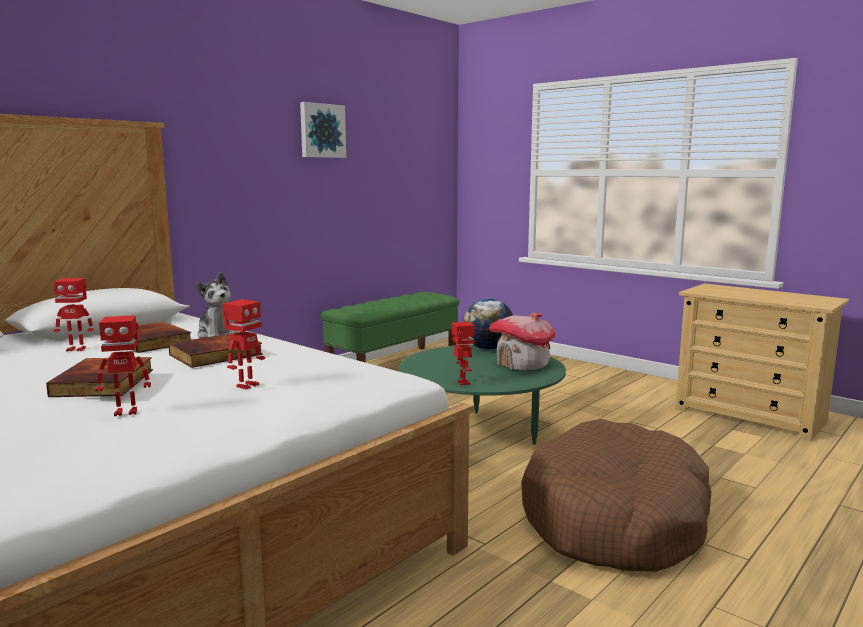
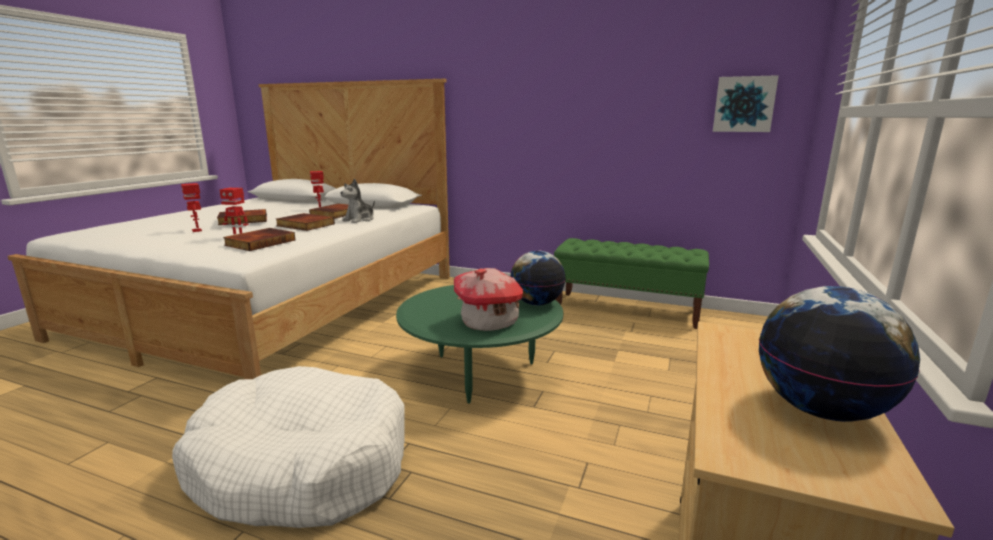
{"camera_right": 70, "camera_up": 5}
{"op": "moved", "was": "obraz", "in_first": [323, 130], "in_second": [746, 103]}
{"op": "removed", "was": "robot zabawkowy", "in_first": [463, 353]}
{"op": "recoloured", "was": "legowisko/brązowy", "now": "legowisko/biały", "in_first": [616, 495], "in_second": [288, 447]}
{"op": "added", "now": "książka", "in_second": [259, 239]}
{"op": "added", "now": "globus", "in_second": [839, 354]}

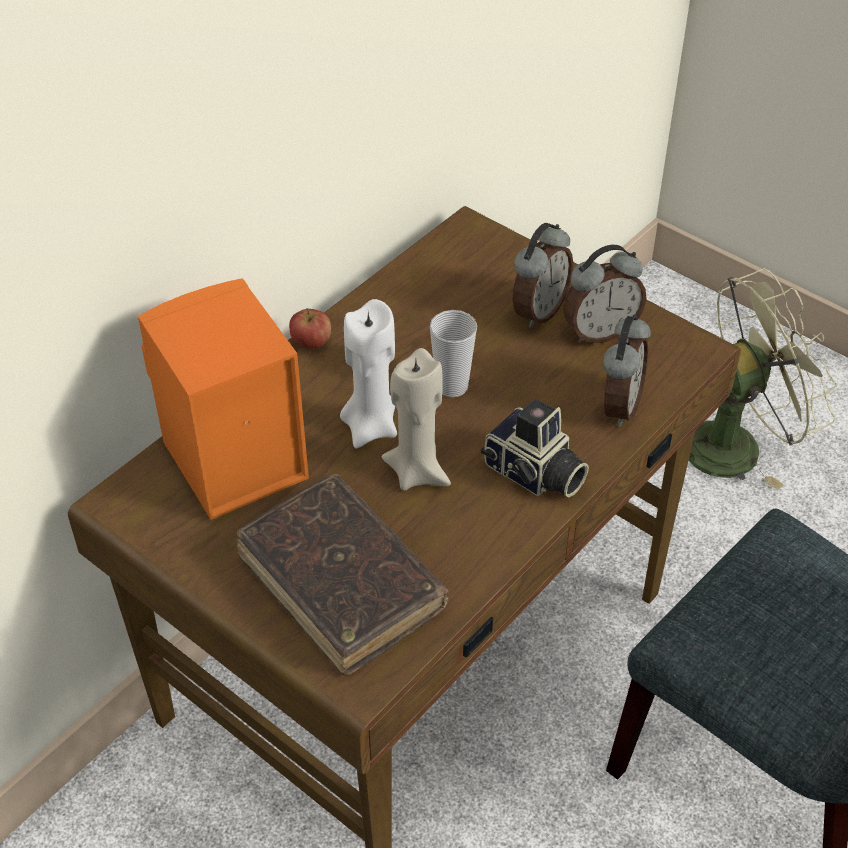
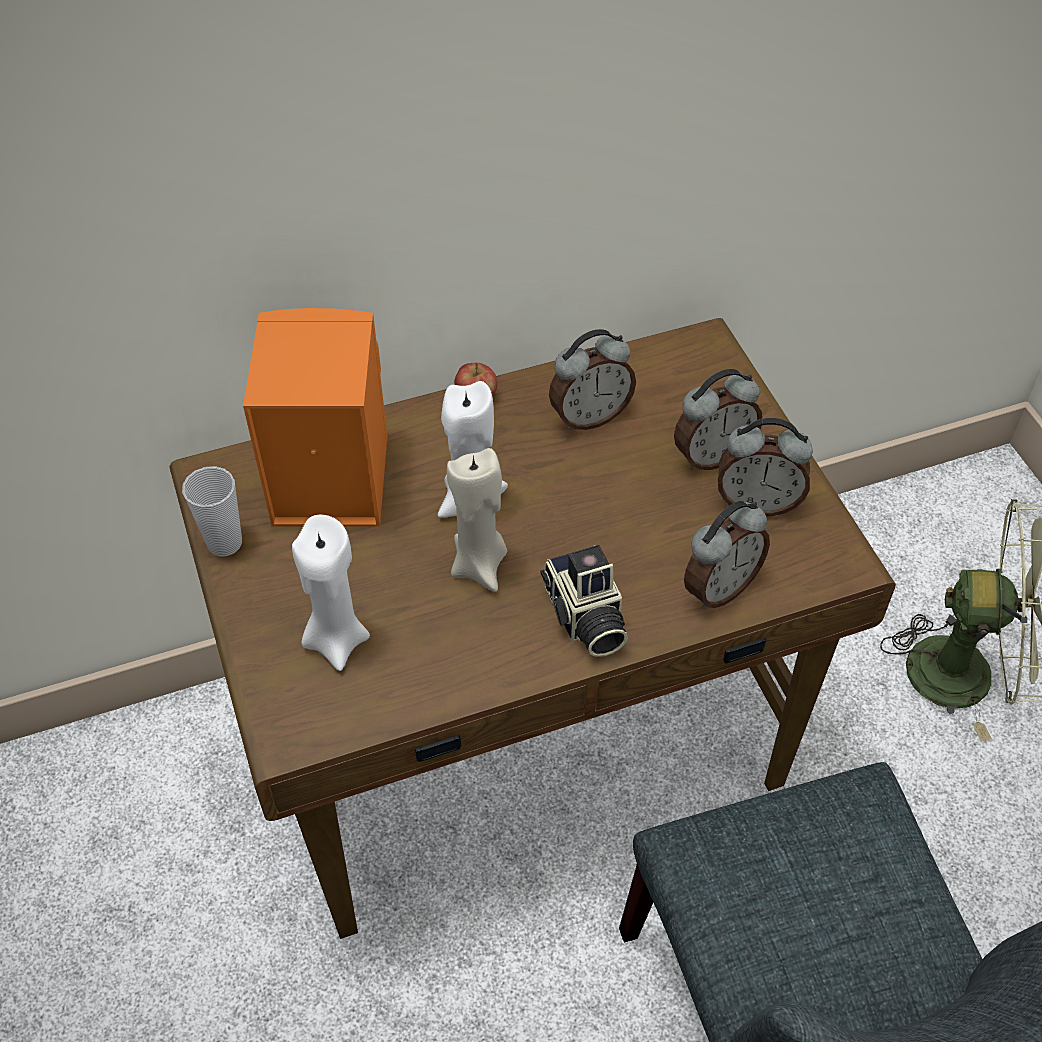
{"camera_right": 30, "camera_up": 5}
{"op": "replaced", "was": "książka/brązowy", "now": "świeca/biały", "in_first": [342, 575], "in_second": [331, 593]}
{"op": "moved", "was": "filiżanka", "in_first": [453, 353], "in_second": [212, 511]}
{"op": "added", "now": "budzik", "in_second": [592, 379]}

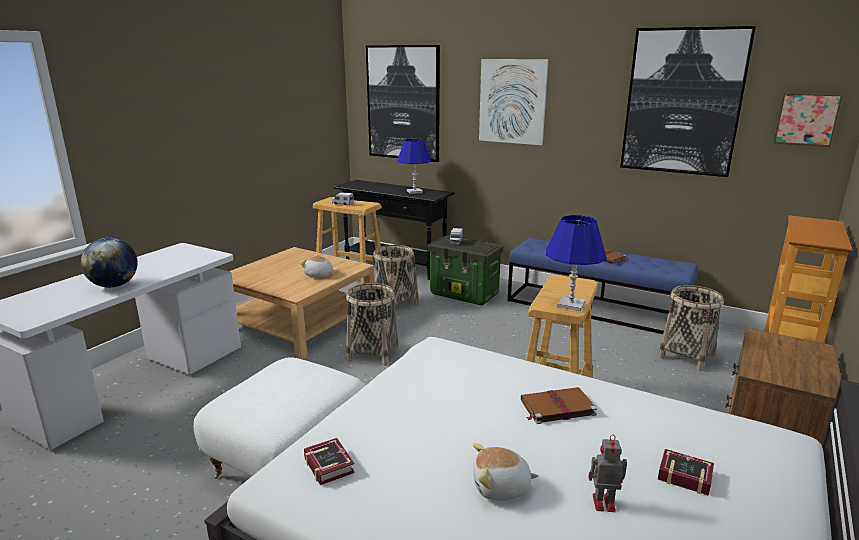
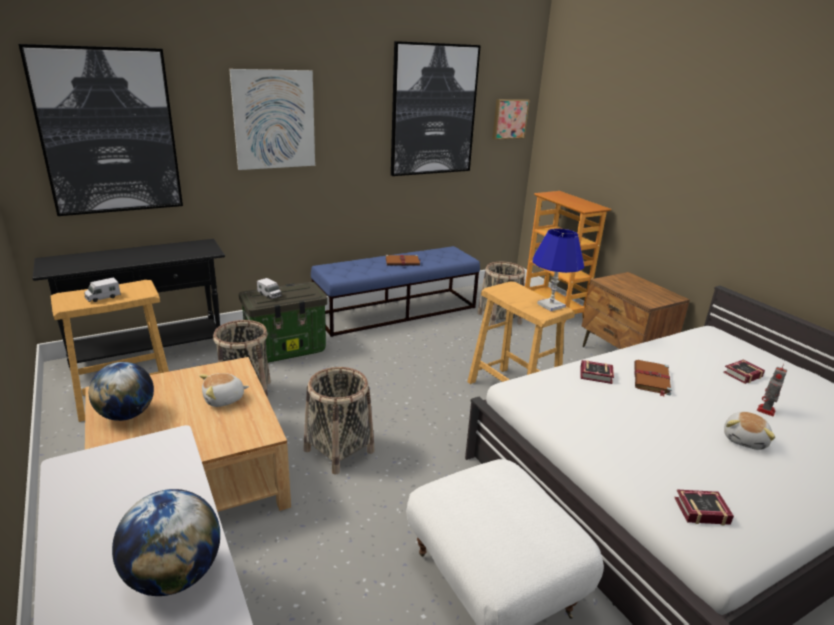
{"camera_right": -60, "camera_up": 5}
{"op": "removed", "was": "lampa stołowa/niebieski", "in_first": [414, 166]}
{"op": "added", "now": "globus", "in_second": [121, 391]}
{"op": "added", "now": "książka", "in_second": [597, 372]}

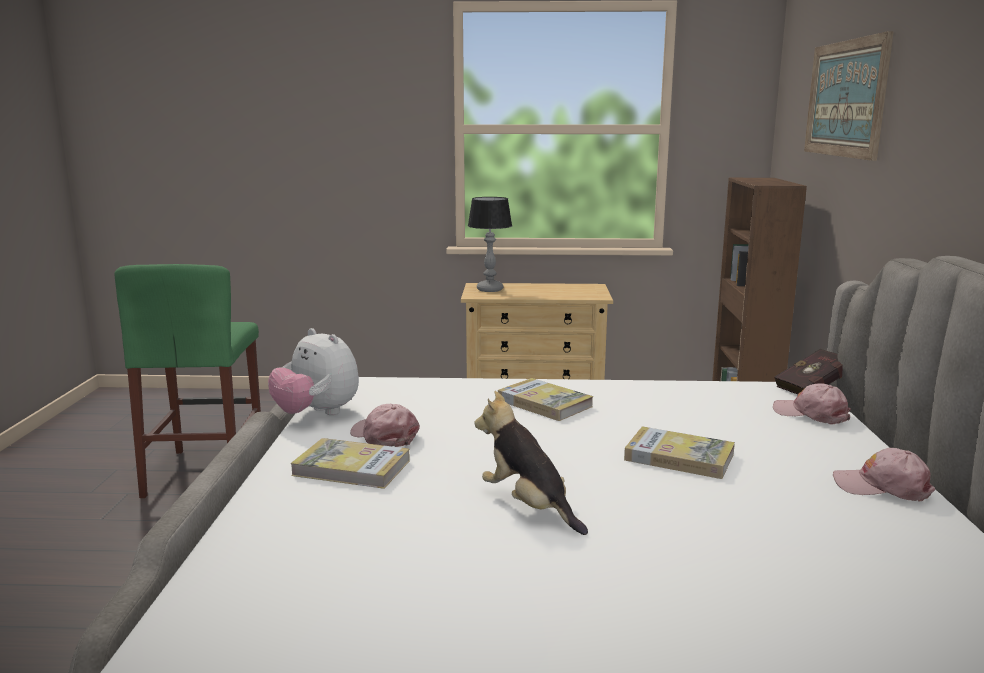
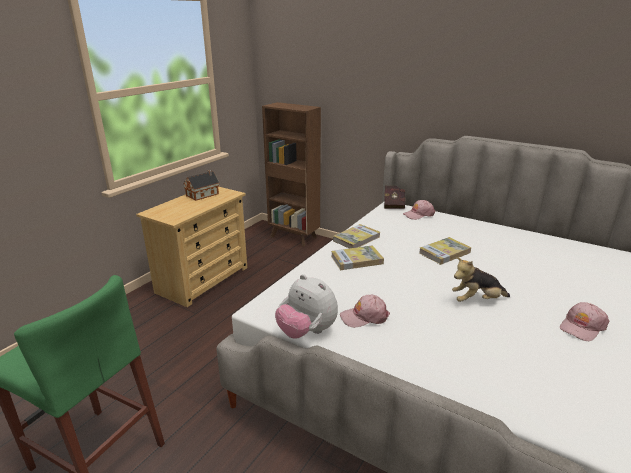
{"camera_right": -60, "camera_up": 10}
{"op": "turned", "was": "pluszak", "in_first": [313, 371], "in_second": [306, 306], "clockwise": 60}
{"op": "moved", "was": "książka", "in_first": [350, 463], "in_second": [356, 236]}
{"op": "removed", "was": "lampa stołowa", "in_first": [490, 244]}
{"op": "removed", "was": "obraz", "in_first": [849, 96]}
{"op": "moved", "was": "czapka z daszkiem/różowy", "in_first": [884, 475], "in_second": [584, 321]}
{"op": "added", "now": "domek", "in_second": [201, 185]}

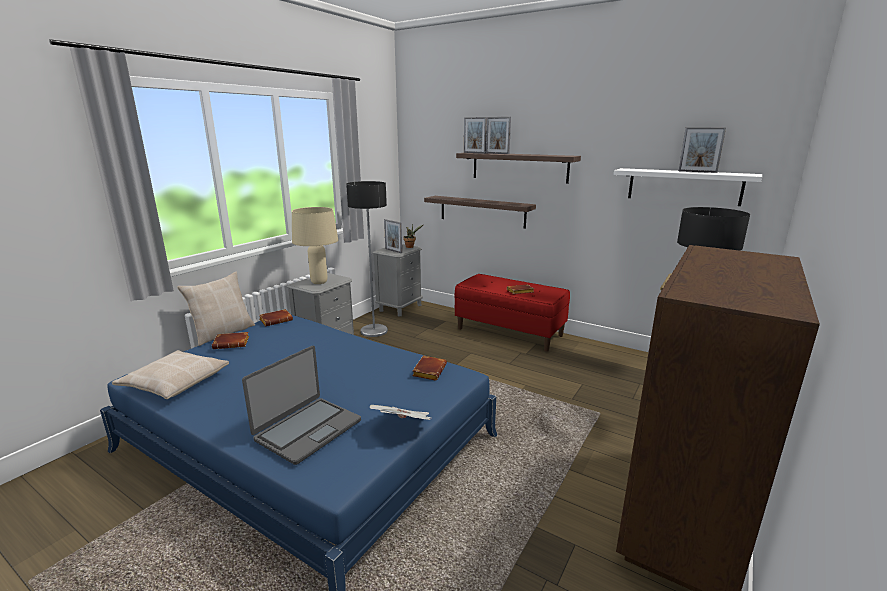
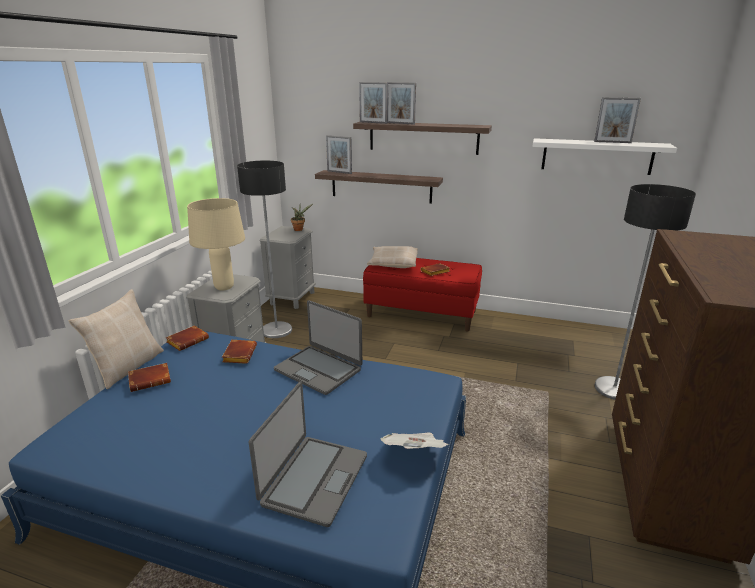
{"camera_right": -15, "camera_up": 5}
{"op": "moved", "was": "poduszka/beżowy", "in_first": [170, 374], "in_second": [392, 257]}
{"op": "moved", "was": "ramka na zdjęcie", "in_first": [393, 236], "in_second": [339, 154]}
{"op": "moved", "was": "książka/brązowy", "in_first": [429, 368], "in_second": [239, 352]}
{"op": "added", "now": "laptop", "in_second": [318, 347]}

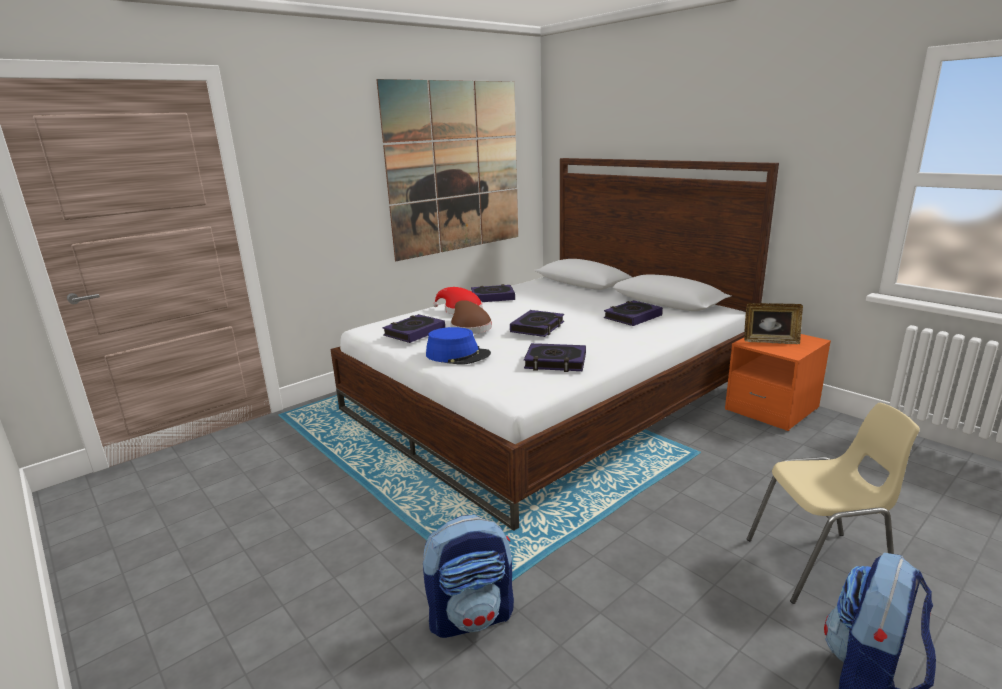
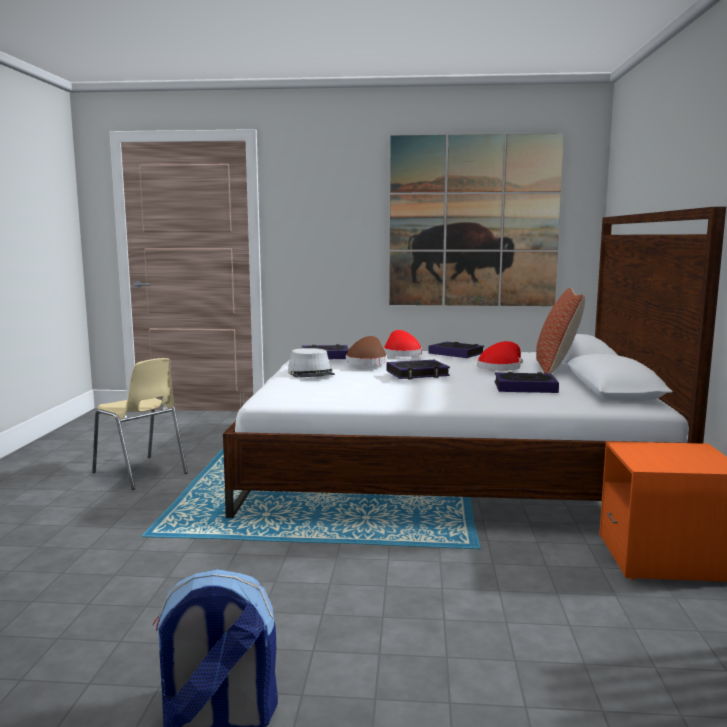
{"camera_right": 45, "camera_up": -10}
{"op": "removed", "was": "plecak", "in_first": [468, 576]}
{"op": "recoloured", "was": "kapelusz/niebieski", "now": "kapelusz/szary", "in_first": [458, 346], "in_second": [311, 363]}
{"op": "removed", "was": "książka", "in_first": [555, 357]}
{"op": "removed", "was": "ramka na zdjęcie", "in_first": [773, 323]}
{"op": "moved", "was": "krzesło/beżowy", "in_first": [833, 503], "in_second": [140, 424]}
{"op": "added", "now": "kapelusz/czerwony", "in_second": [500, 356]}
{"op": "added", "now": "poduszka", "in_second": [560, 331]}

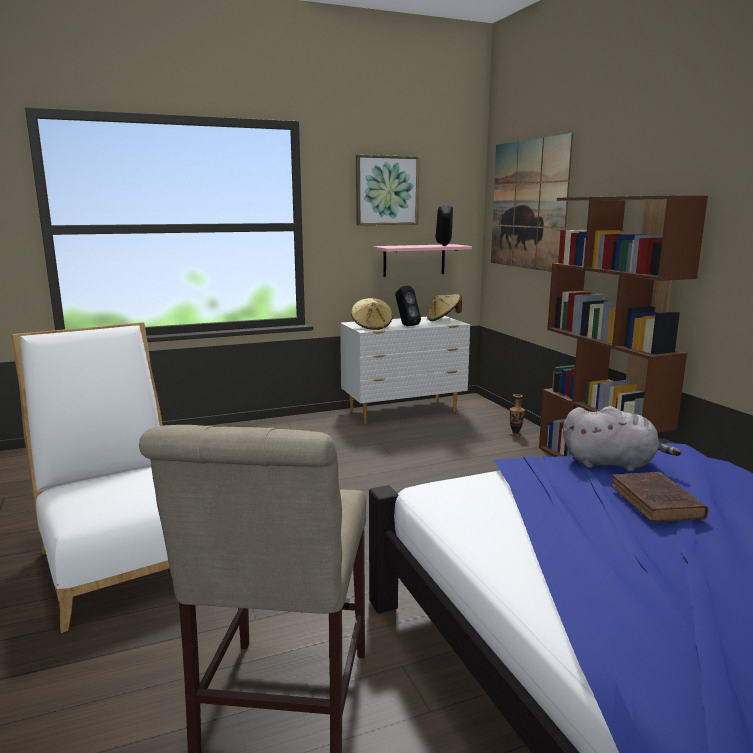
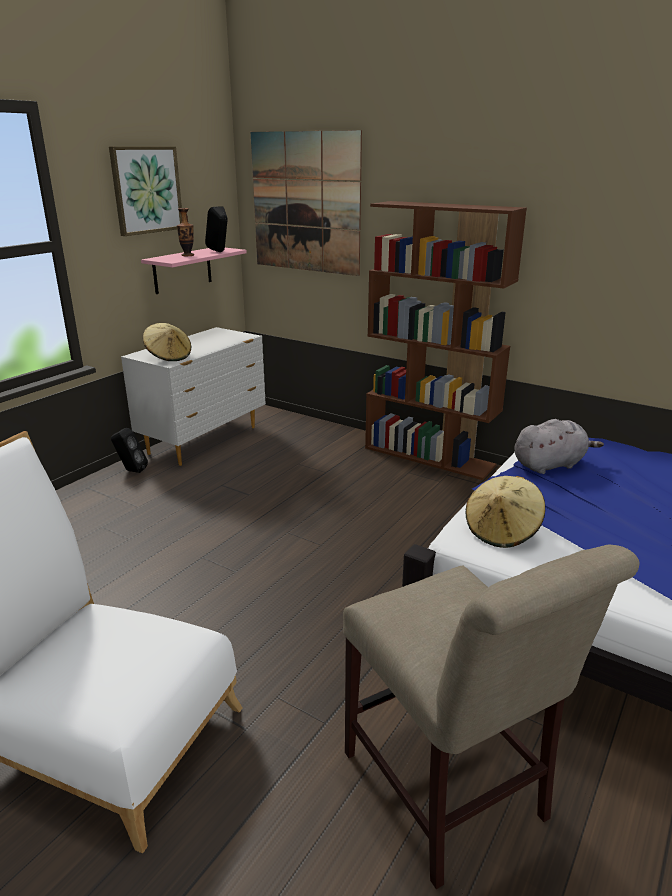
{"camera_right": -35, "camera_up": 10}
{"op": "moved", "was": "głośnik/czarny", "in_first": [408, 306], "in_second": [129, 450]}
{"op": "moved", "was": "kapelusz/beżowy", "in_first": [444, 307], "in_second": [505, 512]}
{"op": "moved", "was": "wazon", "in_first": [517, 415], "in_second": [185, 232]}
{"op": "removed", "was": "książka/brązowy", "in_first": [659, 497]}

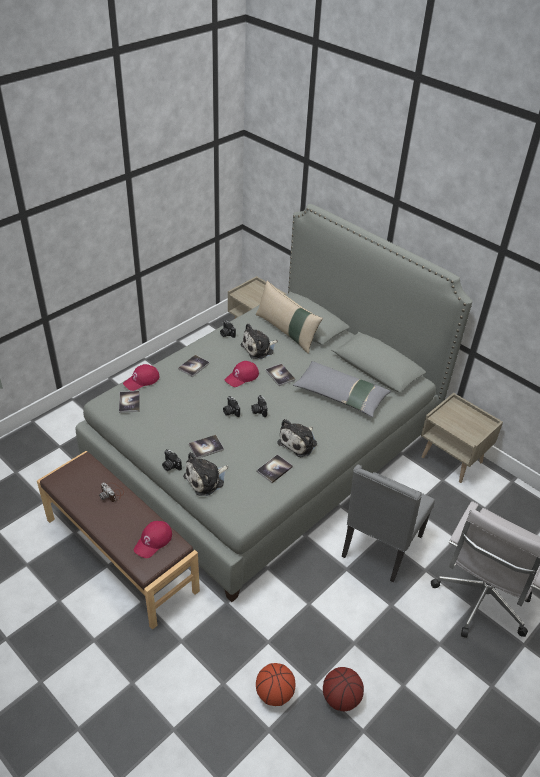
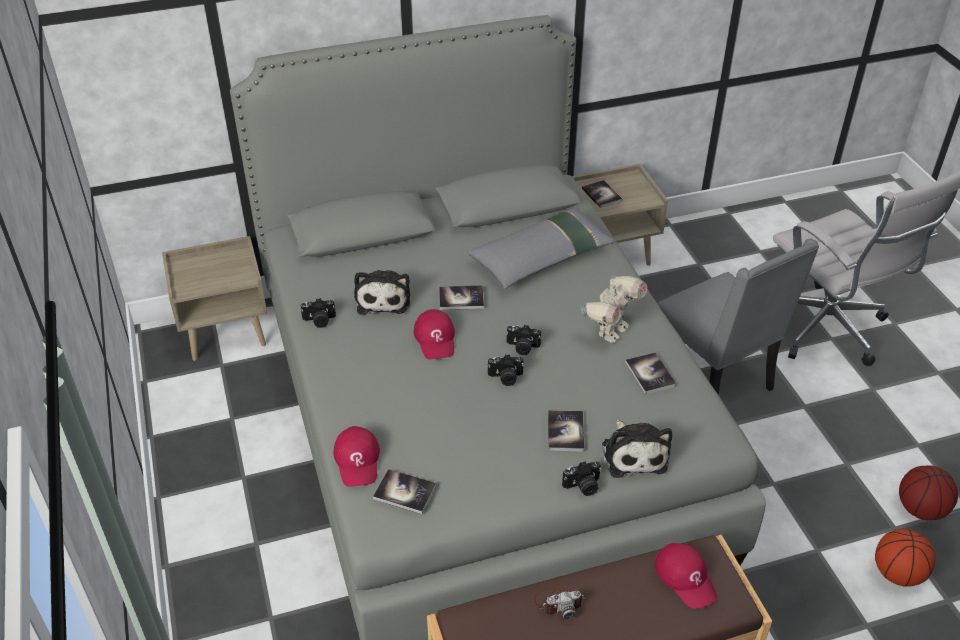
{"camera_right": -60, "camera_up": 0}
{"op": "moved", "was": "książka", "in_first": [194, 366], "in_second": [602, 194]}
{"op": "removed", "was": "poduszka/beżowy", "in_first": [289, 317]}
{"op": "replaced", "was": "pluszak", "now": "robot zabawkowy", "in_first": [297, 438], "in_second": [614, 309]}

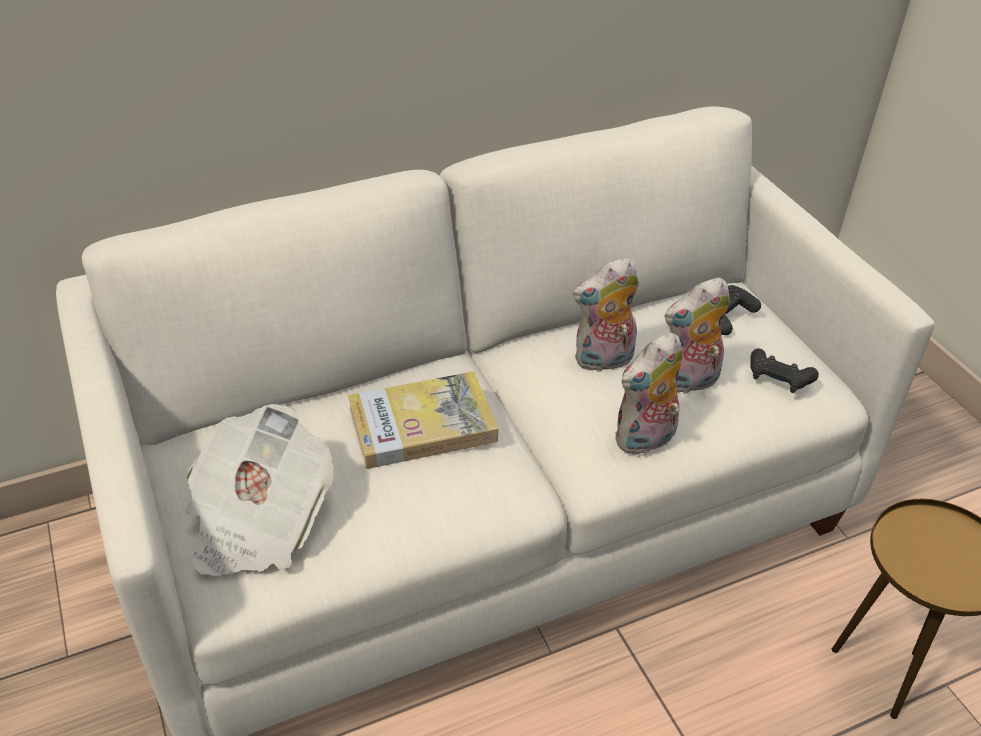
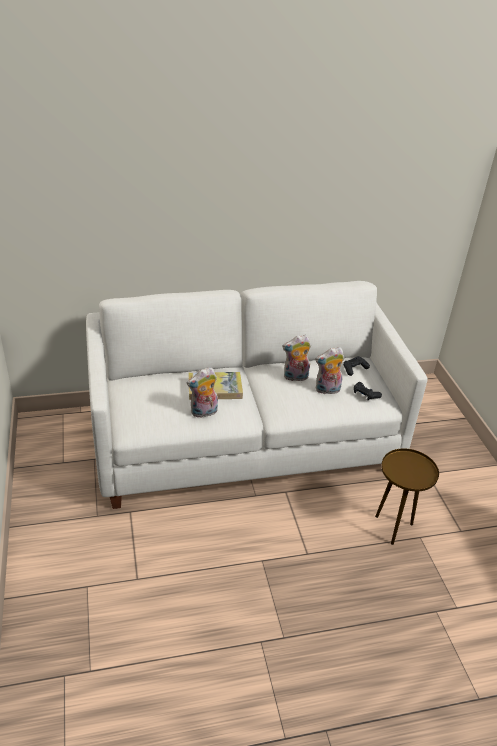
{"camera_right": 10, "camera_up": -5}
{"op": "removed", "was": "gazeta", "in_first": [260, 490]}
{"op": "moved", "was": "pluszak", "in_first": [648, 394], "in_second": [202, 392]}

